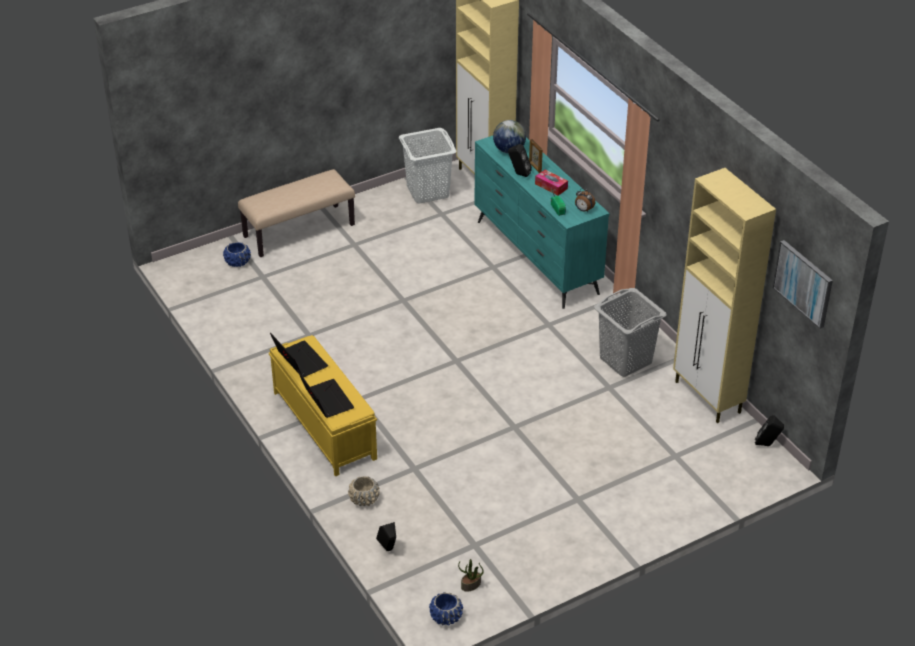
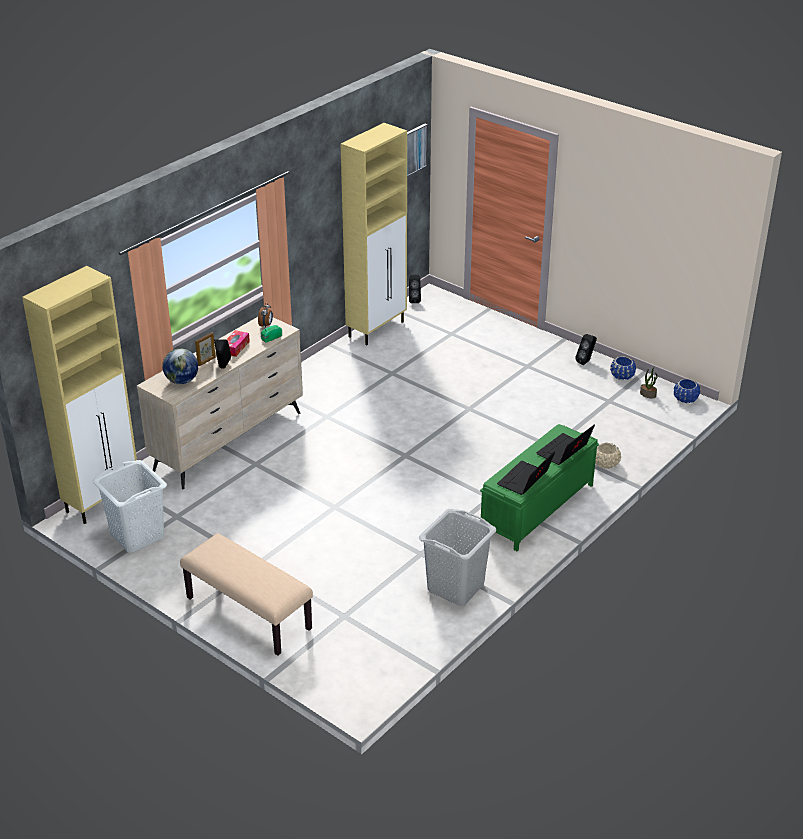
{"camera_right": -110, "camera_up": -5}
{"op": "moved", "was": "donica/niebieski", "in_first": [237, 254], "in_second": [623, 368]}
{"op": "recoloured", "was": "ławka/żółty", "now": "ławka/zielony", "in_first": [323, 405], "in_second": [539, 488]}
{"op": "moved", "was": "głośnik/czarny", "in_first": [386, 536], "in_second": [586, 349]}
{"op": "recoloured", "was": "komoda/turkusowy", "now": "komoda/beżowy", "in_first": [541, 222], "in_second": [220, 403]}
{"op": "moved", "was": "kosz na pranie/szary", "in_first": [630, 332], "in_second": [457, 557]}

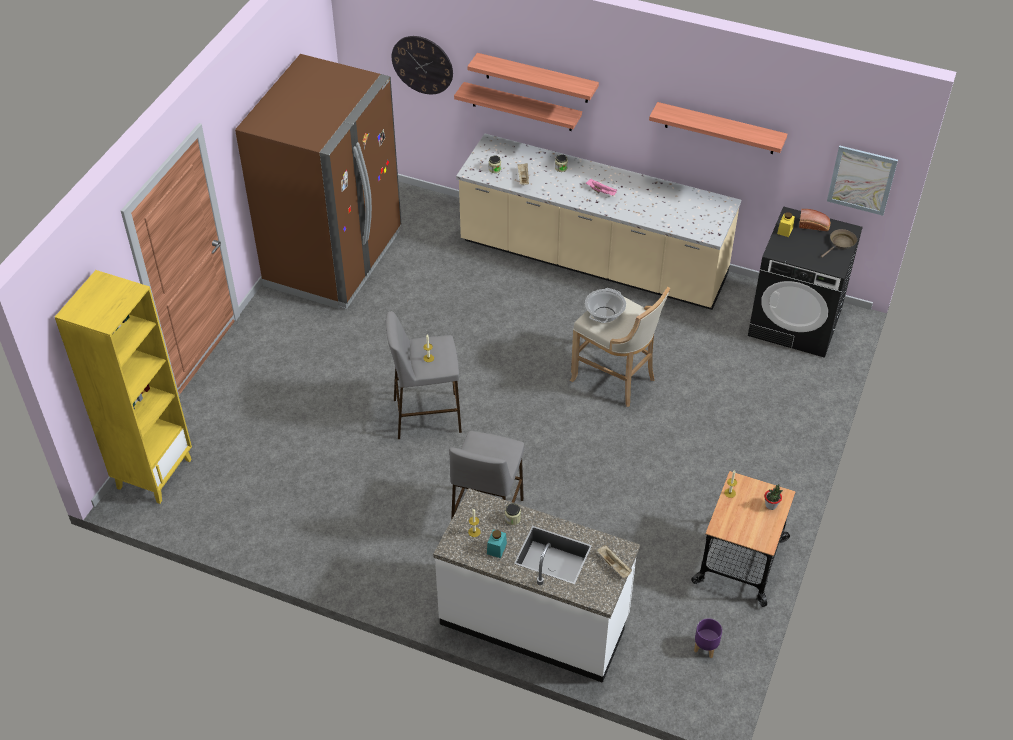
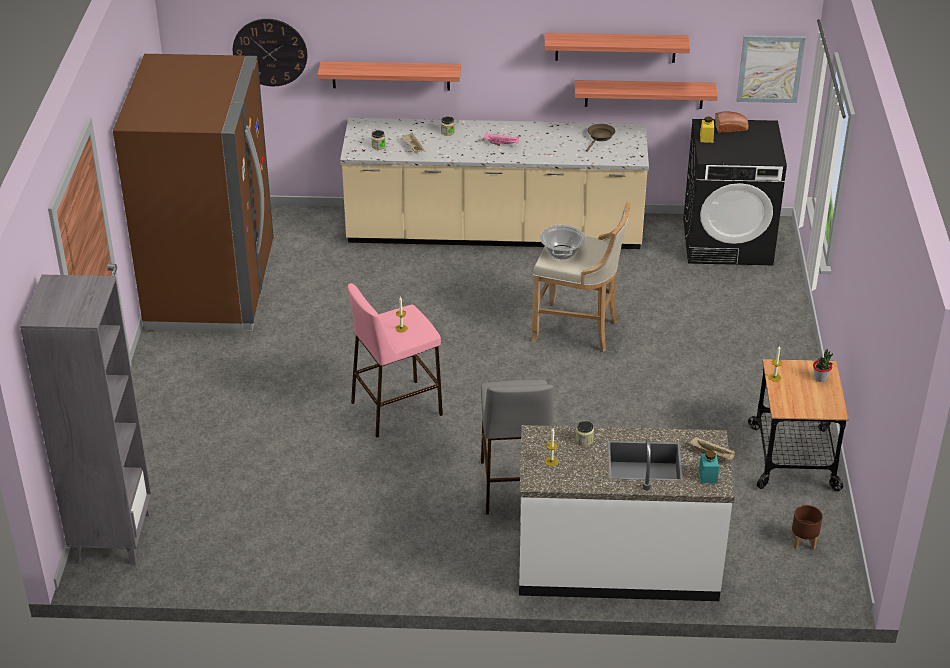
{"camera_right": -20, "camera_up": -10}
{"op": "recoloured", "was": "regał/żółty", "now": "regał/szary", "in_first": [123, 387], "in_second": [86, 419]}
{"op": "recoloured", "was": "stołek/szary", "now": "stołek/różowy", "in_first": [424, 375], "in_second": [395, 360]}
{"op": "moved", "was": "półka", "in_first": [533, 78], "in_second": [646, 94]}
{"op": "moved", "was": "słoik/turkusowy", "in_first": [497, 543], "in_second": [709, 467]}
{"op": "recoloured", "was": "donica/fioletowy", "now": "donica/brązowy", "in_first": [708, 638], "in_second": [807, 527]}
{"op": "moved", "was": "patelnia/brązowy", "in_first": [839, 243], "in_second": [600, 138]}

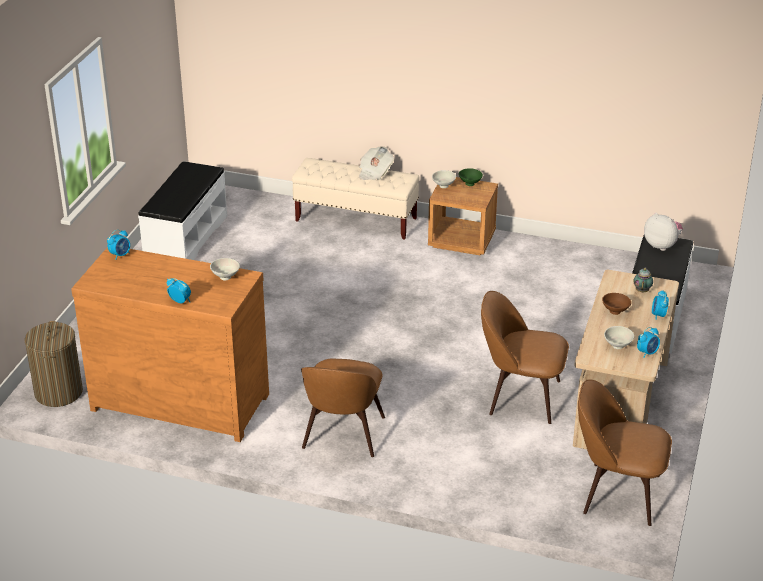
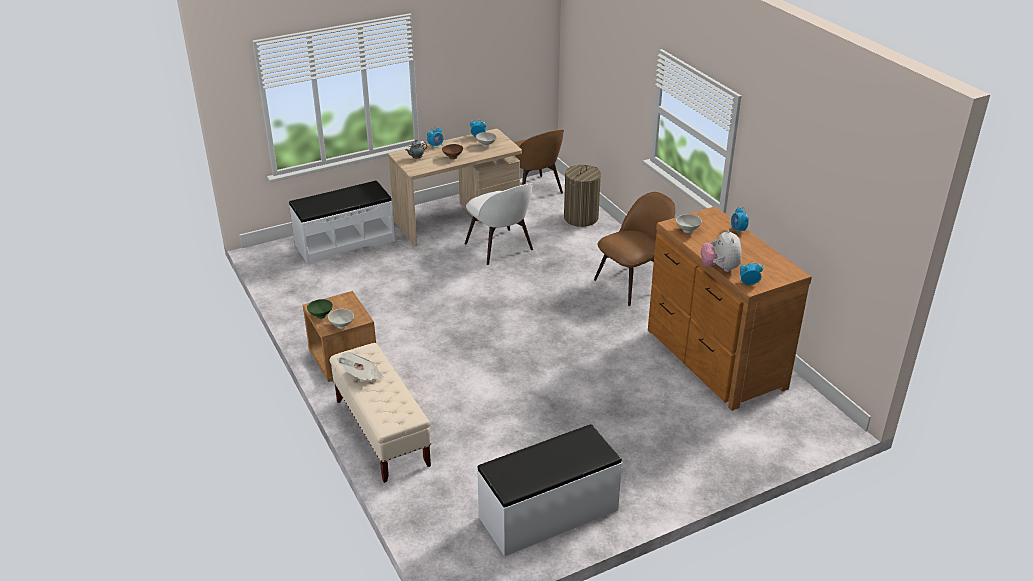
{"camera_right": -135, "camera_up": 0}
{"op": "moved", "was": "kosz na pranie", "in_first": [54, 364], "in_second": [582, 196]}
{"op": "recoloured", "was": "krzesło/brązowy", "now": "krzesło/biały", "in_first": [525, 357], "in_second": [499, 224]}
{"op": "moved", "was": "pluszak", "in_first": [663, 232], "in_second": [721, 250]}

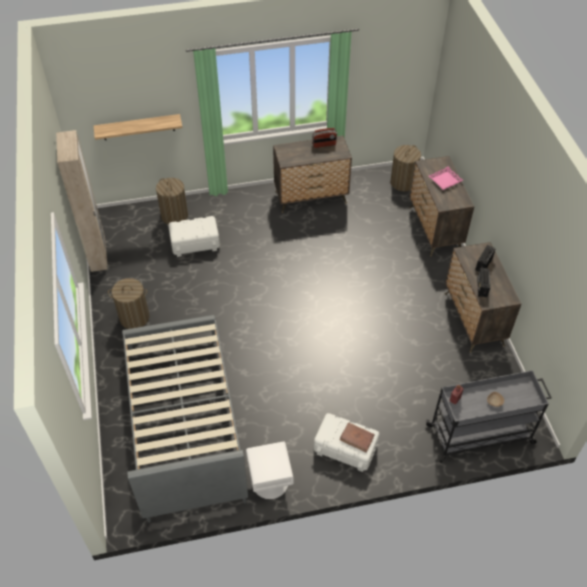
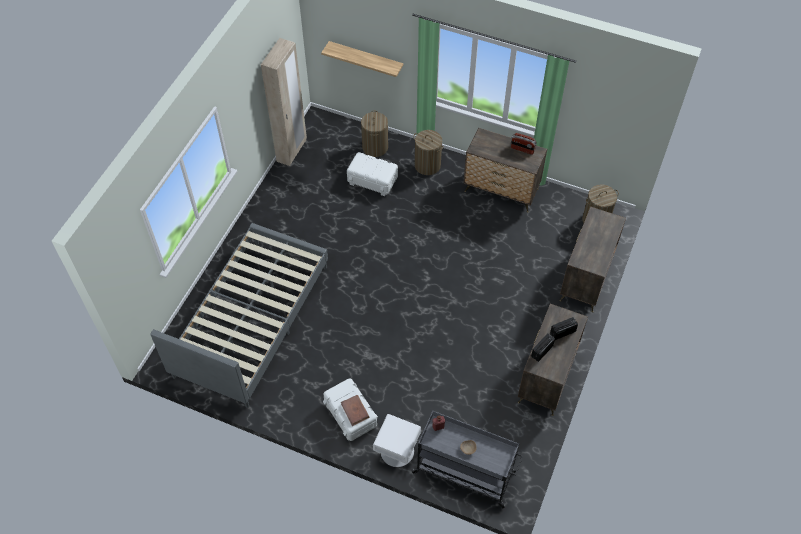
{"camera_right": 35, "camera_up": 5}
{"op": "moved", "was": "kosz na pranie", "in_first": [128, 303], "in_second": [428, 152]}
{"op": "moved", "was": "szafka nocna/biały", "in_first": [270, 470], "in_second": [397, 440]}
{"op": "removed", "was": "taca/różowy", "in_first": [446, 178]}

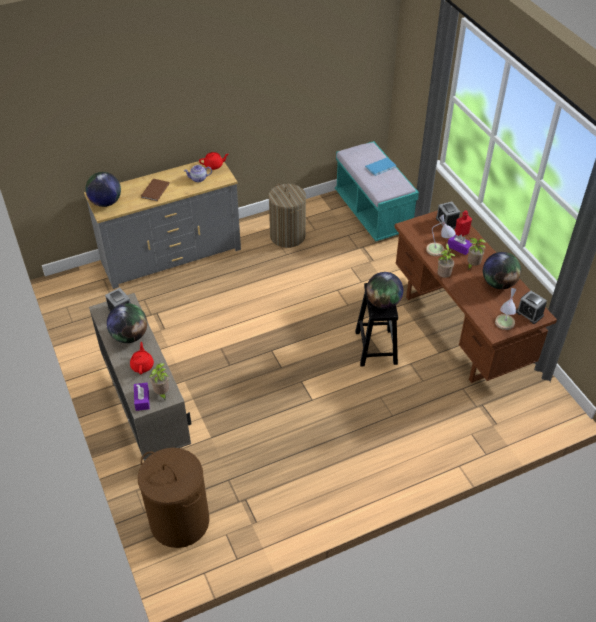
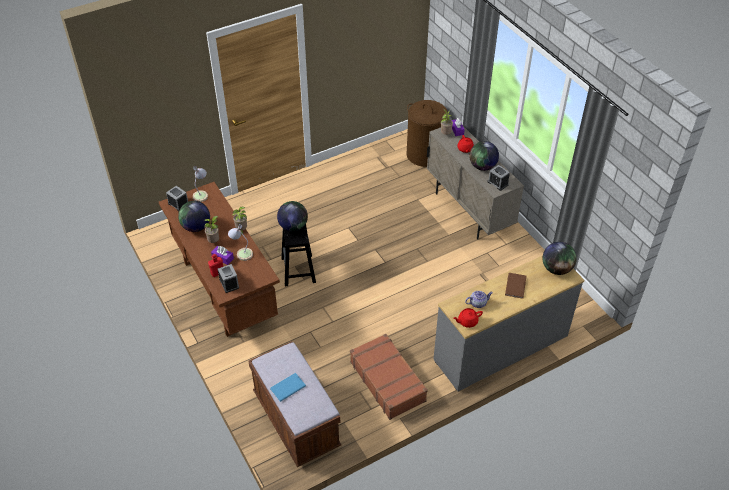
{"camera_right": 175, "camera_up": 0}
{"op": "replaced", "was": "kosz na pranie", "now": "walizka/brązowy", "in_first": [287, 216], "in_second": [389, 377]}
{"op": "recoloured", "was": "ławka/turkusowy", "now": "ławka/brązowy", "in_first": [377, 191], "in_second": [294, 404]}

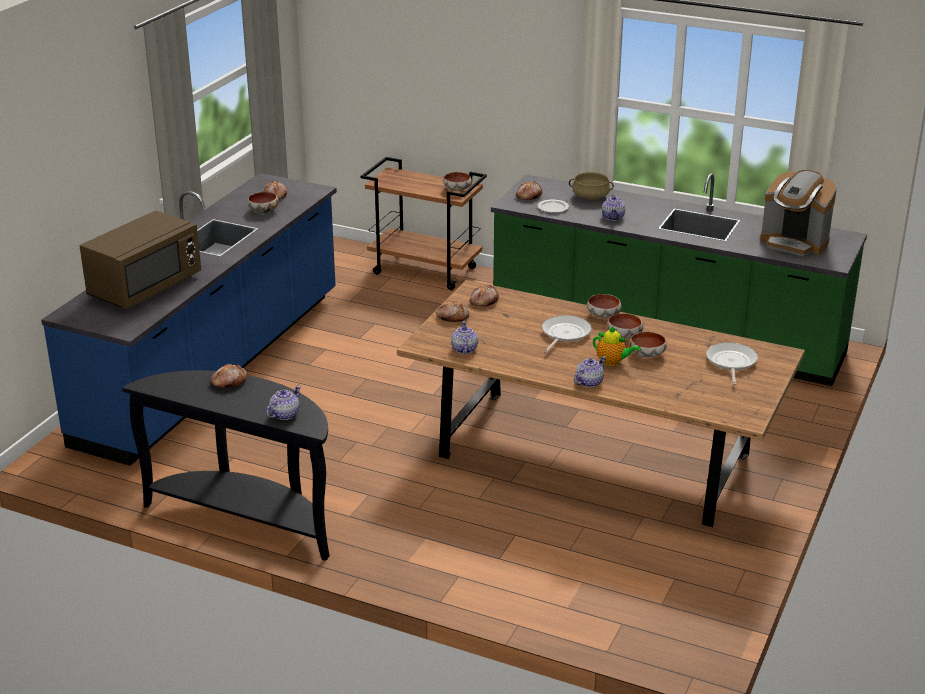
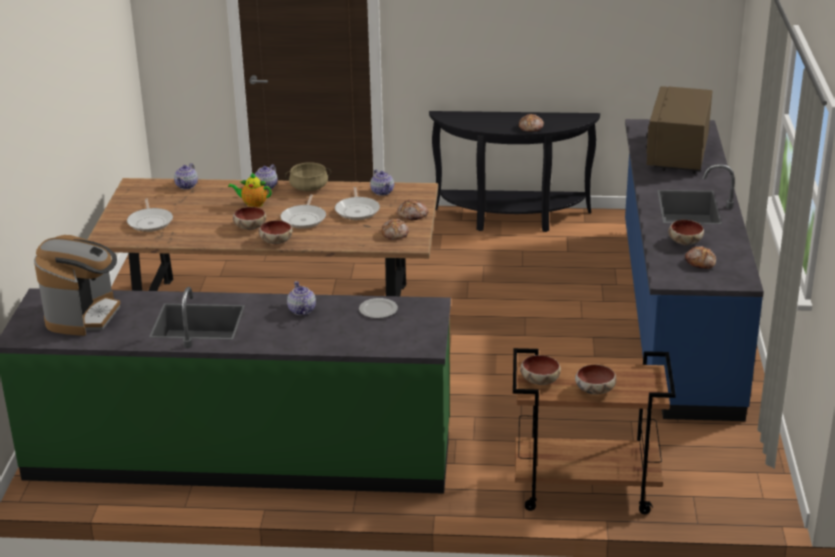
{"camera_right": 160, "camera_up": 0}
{"op": "moved", "was": "imbryk", "in_first": [283, 403], "in_second": [186, 176]}
{"op": "removed", "was": "chleb", "in_first": [529, 190]}
{"op": "moved", "was": "garnek/beżowy", "in_first": [591, 186], "in_second": [308, 176]}
{"op": "moved", "was": "miska", "in_first": [648, 344], "in_second": [596, 379]}
{"op": "turned", "was": "ekspres do kawy", "in_first": [798, 213], "in_second": [77, 285], "clockwise": 90}
{"op": "added", "now": "patelnia", "in_second": [357, 203]}

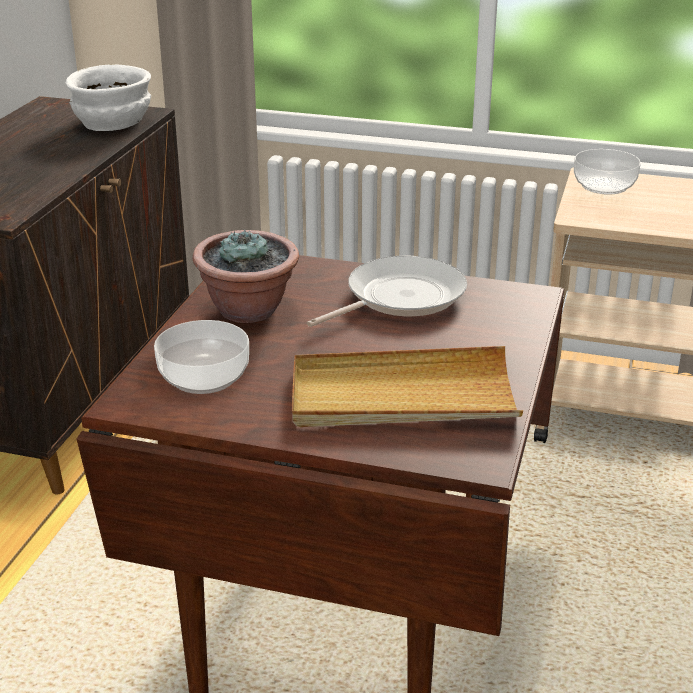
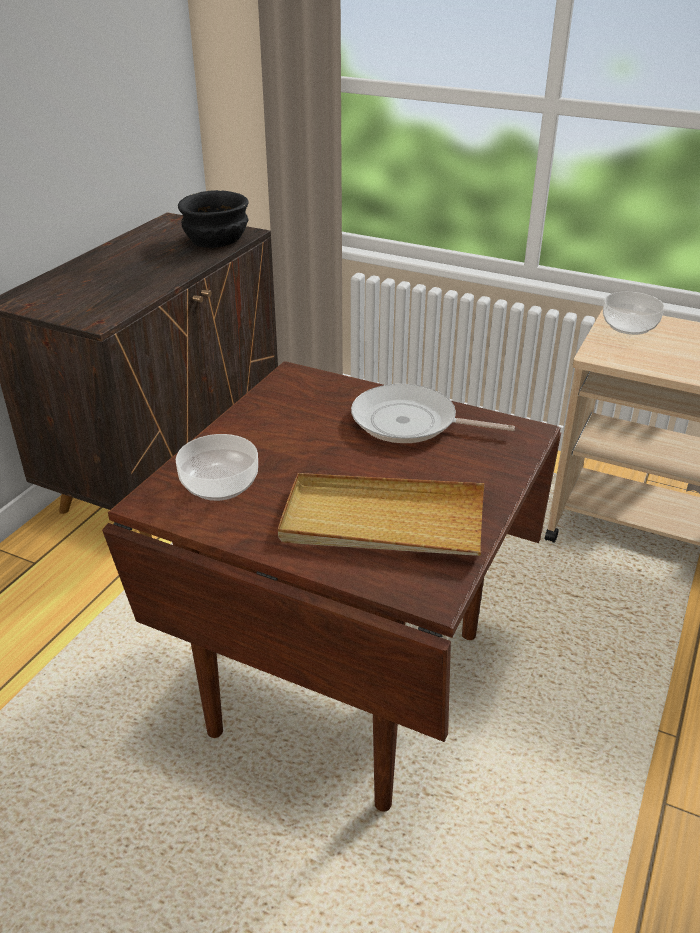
{"camera_right": 10, "camera_up": 5}
{"op": "recoloured", "was": "miska/biały", "now": "miska/czarny", "in_first": [108, 97], "in_second": [213, 219]}
{"op": "removed", "was": "roślina doniczkowa", "in_first": [246, 276]}
{"op": "turned", "was": "patelnia", "in_first": [387, 291], "in_second": [433, 413], "clockwise": -135}

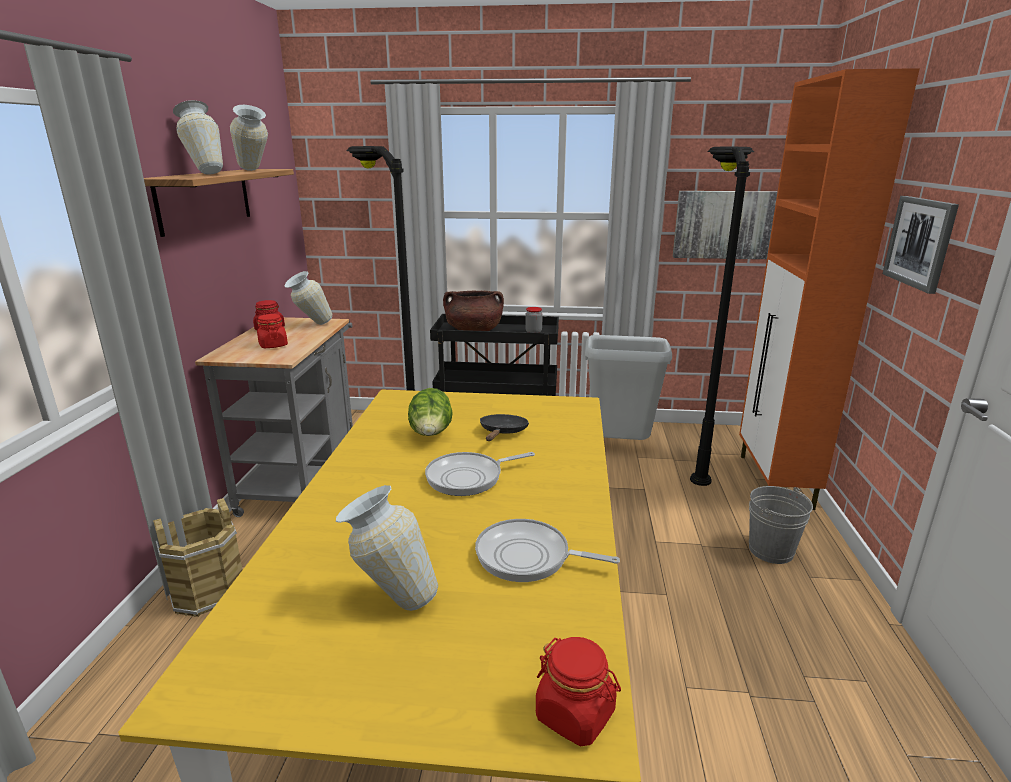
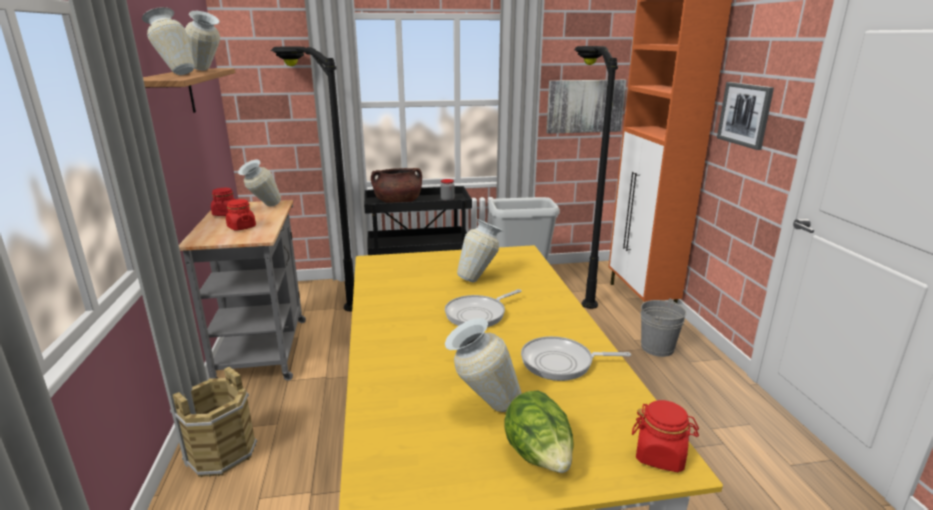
{"camera_right": -15, "camera_up": 0}
{"op": "moved", "was": "sałata", "in_first": [430, 412], "in_second": [538, 432]}
{"op": "replaced", "was": "patelnia/czarny", "now": "wazon", "in_first": [504, 427], "in_second": [480, 250]}

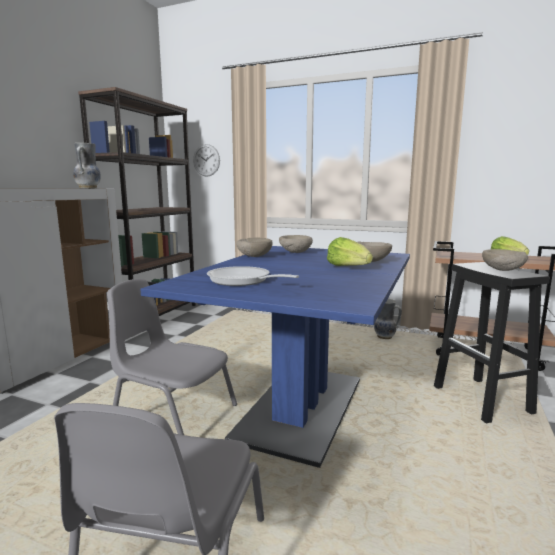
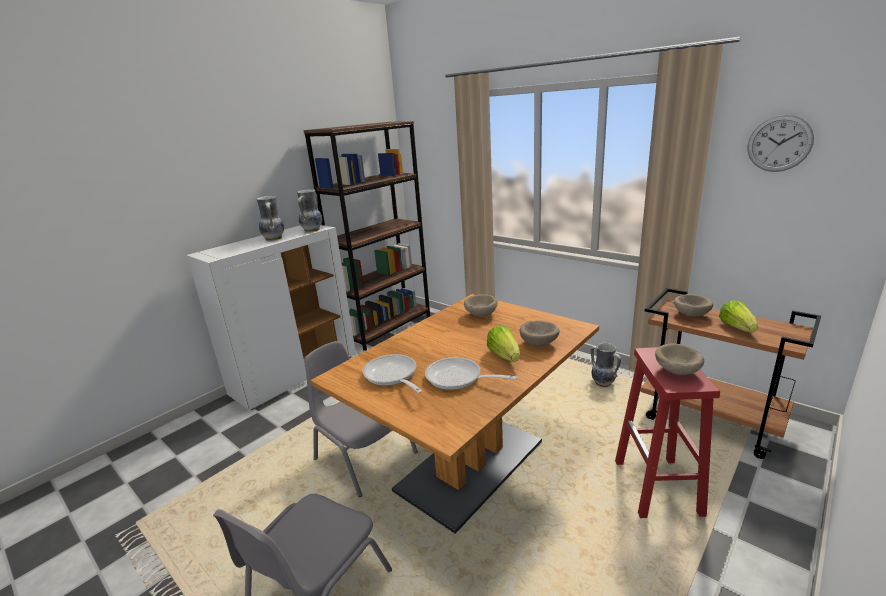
{"camera_right": 20, "camera_up": 10}
{"op": "recoloured", "was": "stół jadalny/niebieski", "now": "stół jadalny/brązowy", "in_first": [275, 357], "in_second": [454, 414]}
{"op": "moved", "was": "zegar ścienny", "in_first": [206, 160], "in_second": [780, 143]}
{"op": "moved", "was": "miska/beżowy", "in_first": [254, 247], "in_second": [693, 305]}
{"op": "recoloured", "was": "stołek/czarny", "now": "stołek/czerwony", "in_first": [492, 342], "in_second": [667, 432]}
{"op": "added", "now": "wazon", "in_second": [270, 218]}
{"op": "added", "now": "patelnia", "in_second": [471, 373]}

